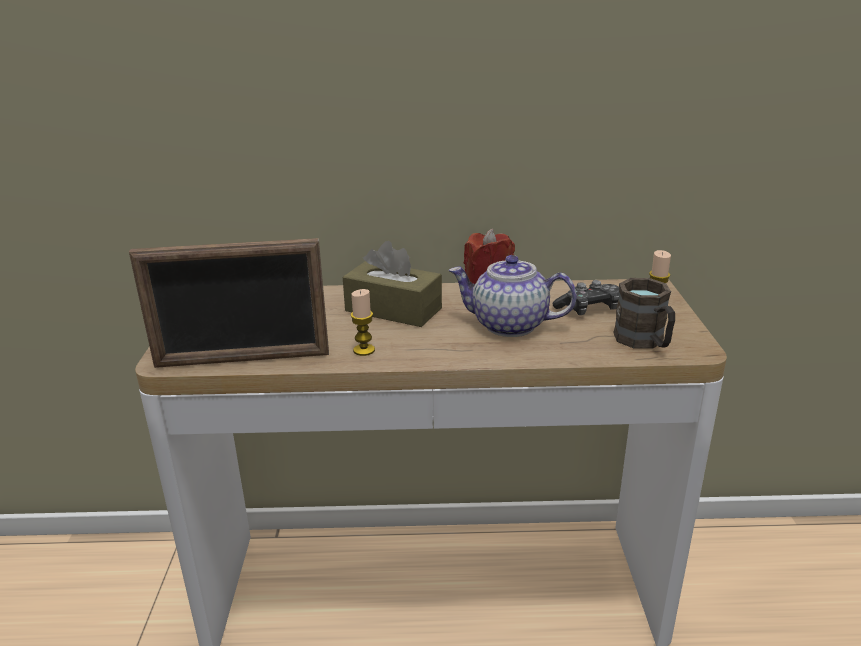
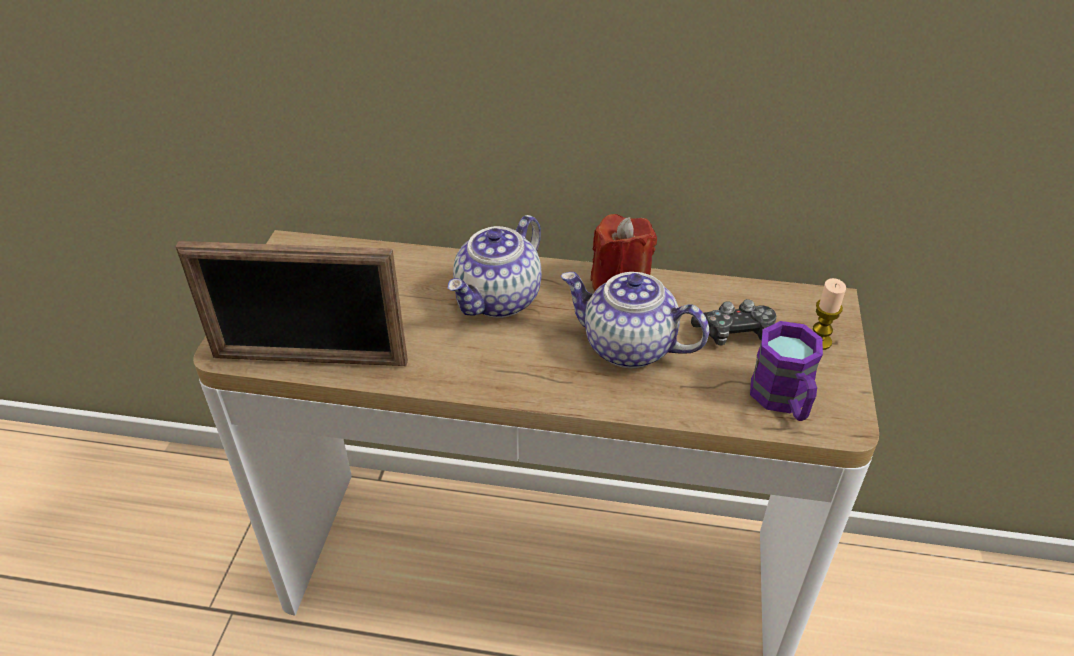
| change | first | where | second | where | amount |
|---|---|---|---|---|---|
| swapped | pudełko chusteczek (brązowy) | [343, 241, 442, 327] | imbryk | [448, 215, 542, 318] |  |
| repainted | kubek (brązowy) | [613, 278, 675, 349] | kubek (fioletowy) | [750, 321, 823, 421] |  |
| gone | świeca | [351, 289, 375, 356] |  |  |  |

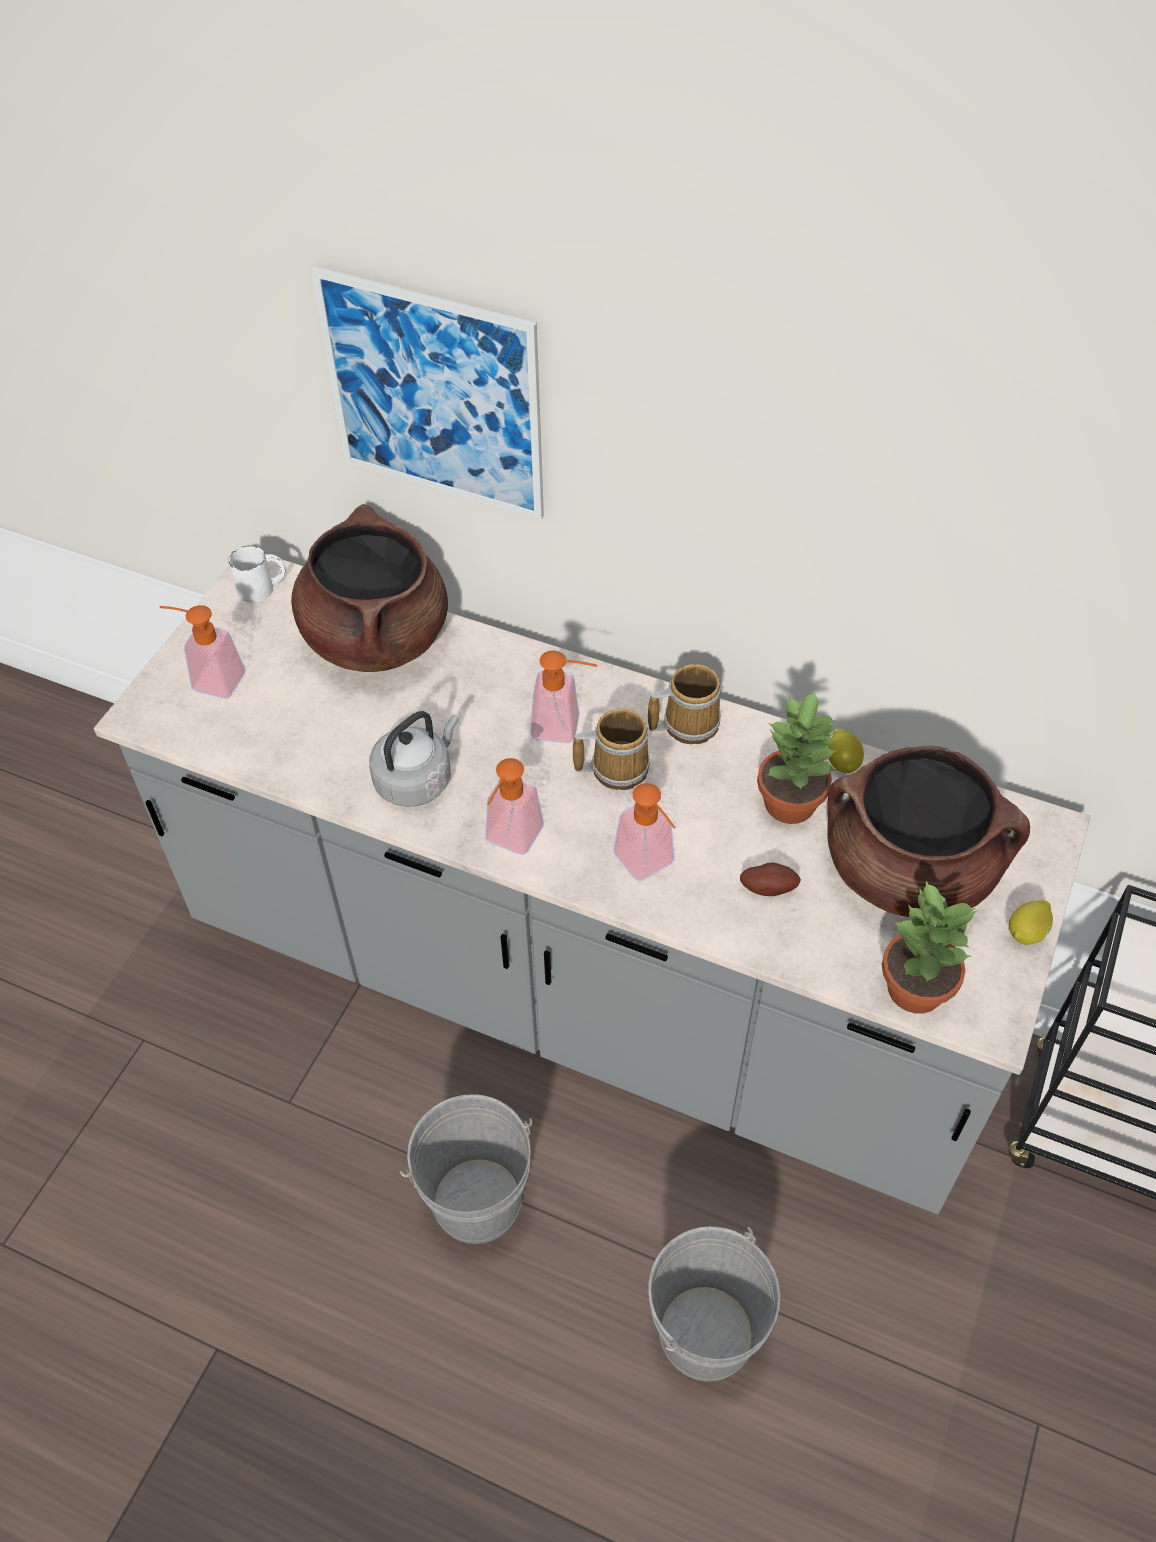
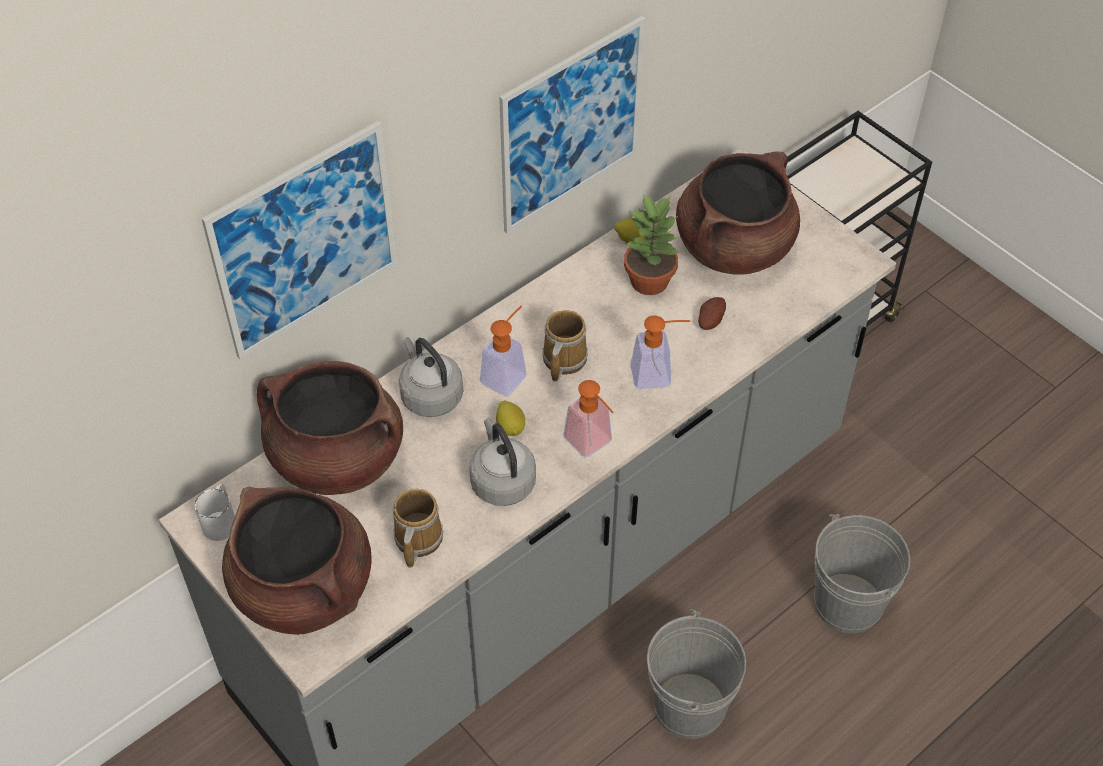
| change | first | where | second | where | amount |
|---|---|---|---|---|---|
| swapped | dozownik mydła | [159, 605, 245, 699] | garnek (brązowy) | [222, 487, 372, 635] |  |
| shifted | kubek | [648, 664, 721, 744] |  | [393, 489, 444, 568] |  |
| gone | roślina doniczkowa | [882, 881, 978, 1013] |  |  |  |
| shifted | cytryna | [1009, 900, 1053, 945] |  | [496, 400, 525, 436] |  |
| new |  |  | obraz | [499, 16, 645, 233] |  |
| new |  |  | czajnik (szary) | [399, 337, 463, 417] |  |

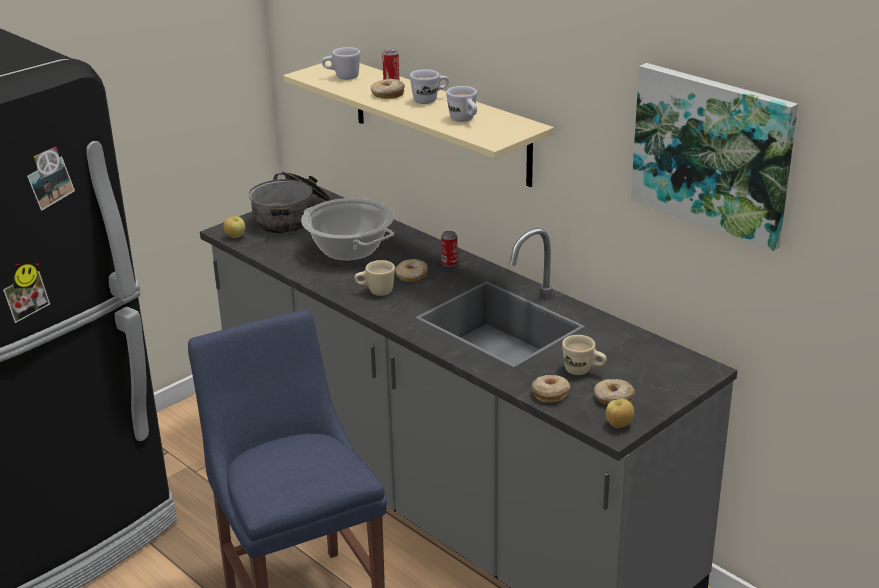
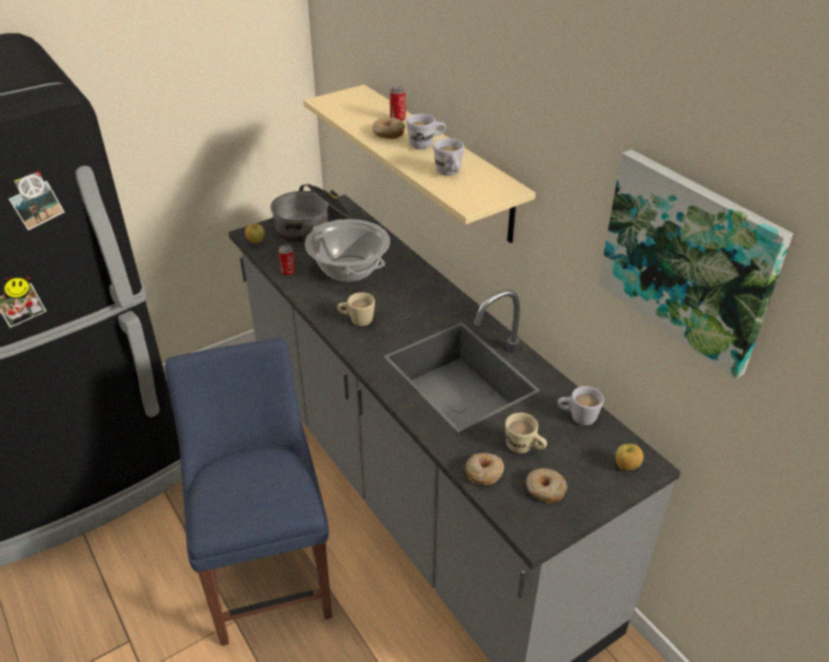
| change | first | where | second | where | amount |
|---|---|---|---|---|---|
| shifted | kubek (biały) | [322, 47, 360, 80] |  | [558, 386, 604, 425] |  |
| shifted | puszka | [441, 231, 458, 267] |  | [278, 244, 296, 276] |  |
| gone | donut | [395, 259, 428, 282] |  |  |  |
| shifted | jabłko | [606, 399, 634, 428] |  | [615, 444, 644, 471] |  |

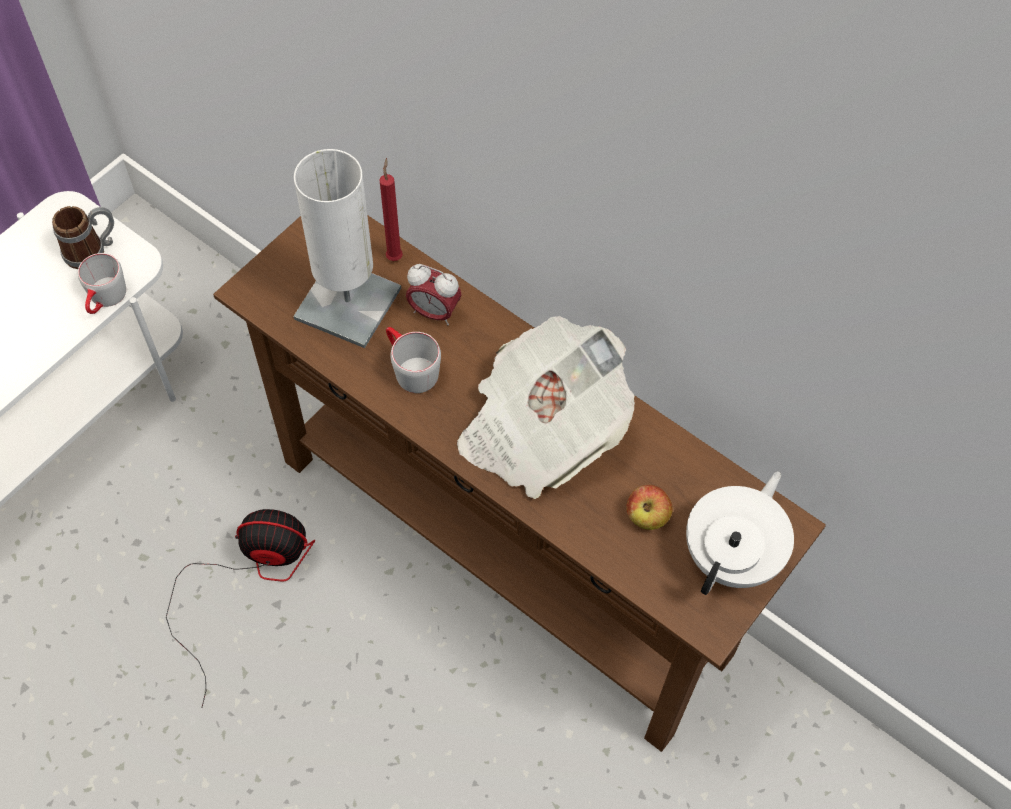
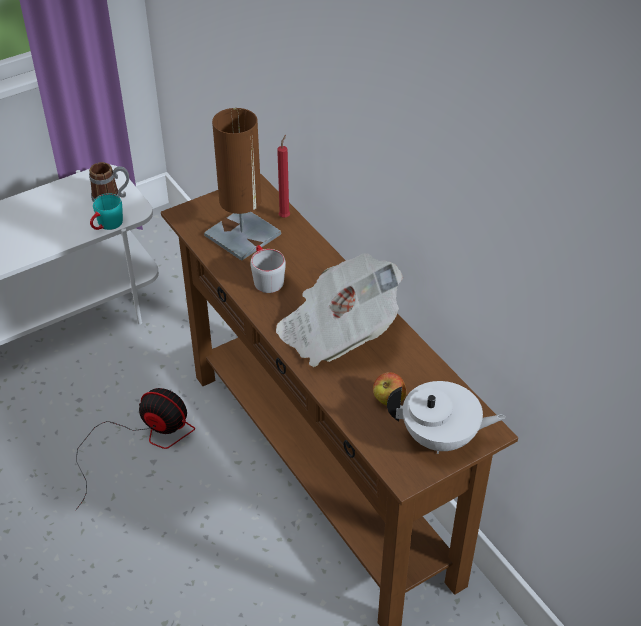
| change | first | where | second | where | amount |
|---|---|---|---|---|---|
| repainted | lampa stołowa (biały) | [294, 149, 401, 348] | lampa stołowa (brązowy) | [204, 108, 281, 261] |  |
| repainted | kubek (szary) | [78, 253, 126, 314] | kubek (turkusowy) | [90, 193, 123, 230] |  |
| gone | budzik | [406, 264, 462, 326] |  |  |  |
| rotated | imbryk (biały) | [686, 471, 794, 595] |  | [387, 381, 506, 454] | 45 degrees clockwise |

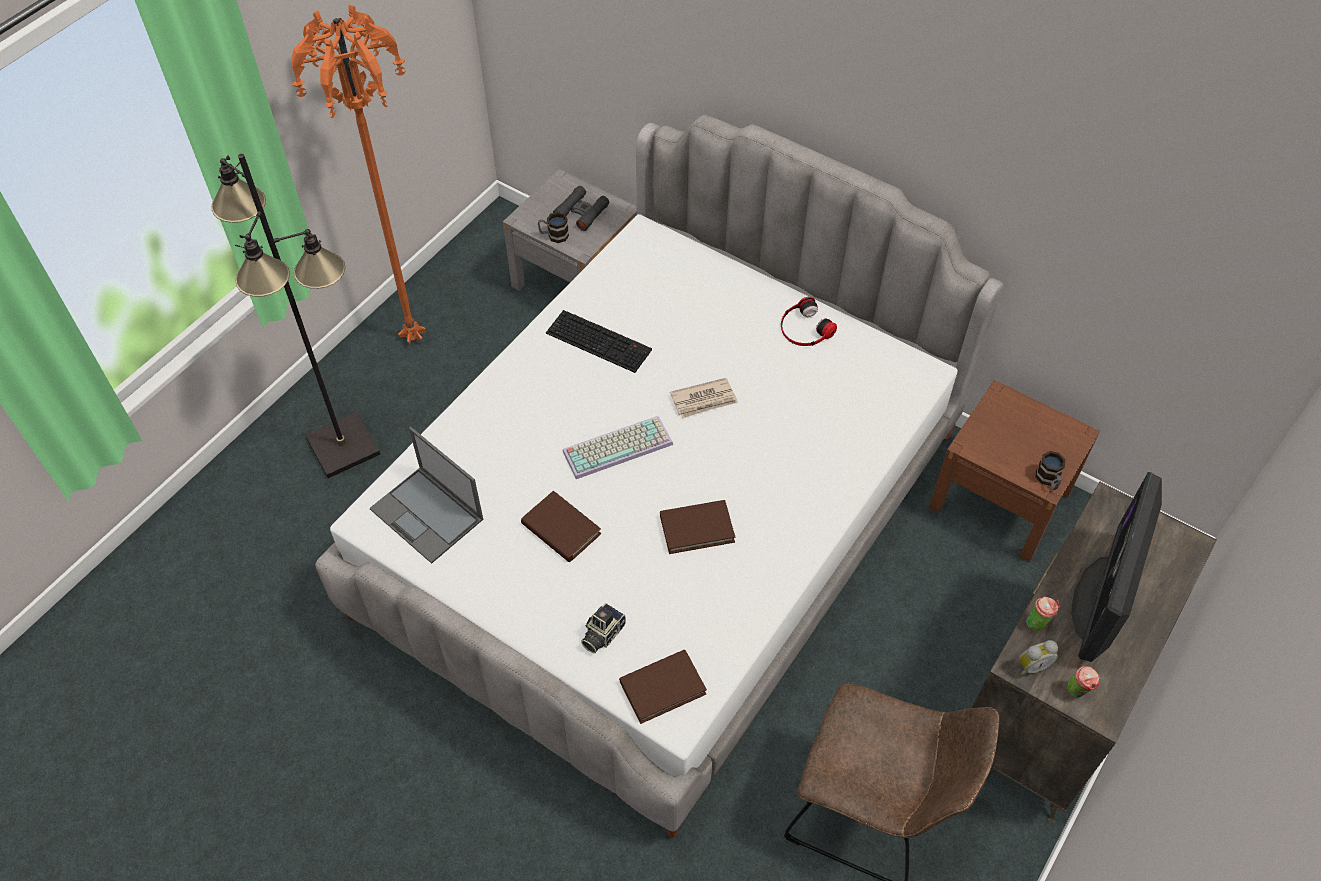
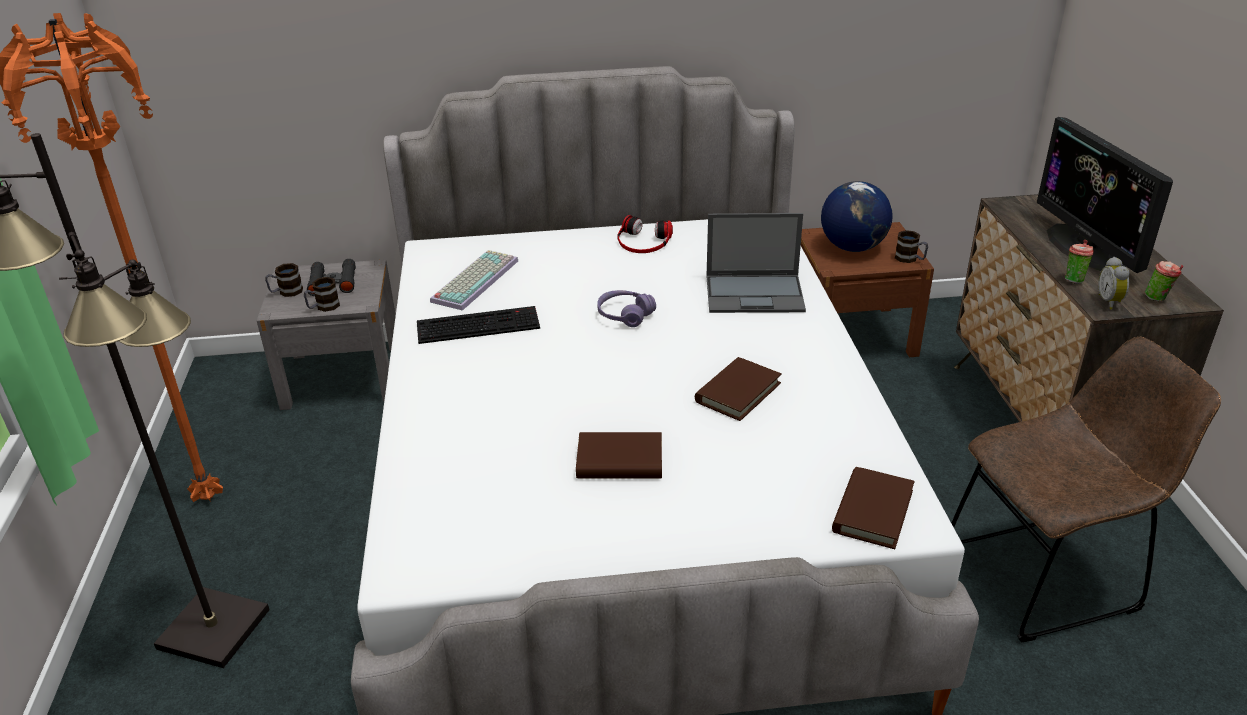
| change | first | where | second | where | amount |
|---|---|---|---|---|---|
| swapped | gazeta | [670, 378, 738, 418] | słuchawki (fioletowy) | [597, 290, 656, 327] |  |
| shifted | klawiatura | [563, 416, 673, 479] |  | [430, 250, 518, 311] |  |
| shifted | laptop | [370, 427, 483, 564] |  | [706, 213, 806, 313] |  |
| gone | aparat fotograficzny | [581, 603, 626, 653] |  |  |  |
| rotated | budzik | [1019, 640, 1058, 675] |  | [1098, 257, 1130, 310] | 150 degrees clockwise |
| new |  |  | globus | [821, 181, 892, 252] |  |
| new |  |  | kubek | [265, 263, 303, 297] |  |

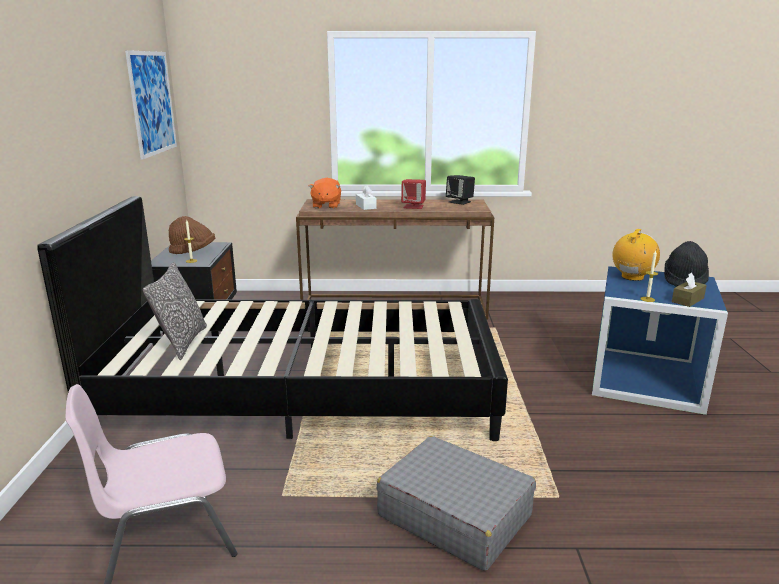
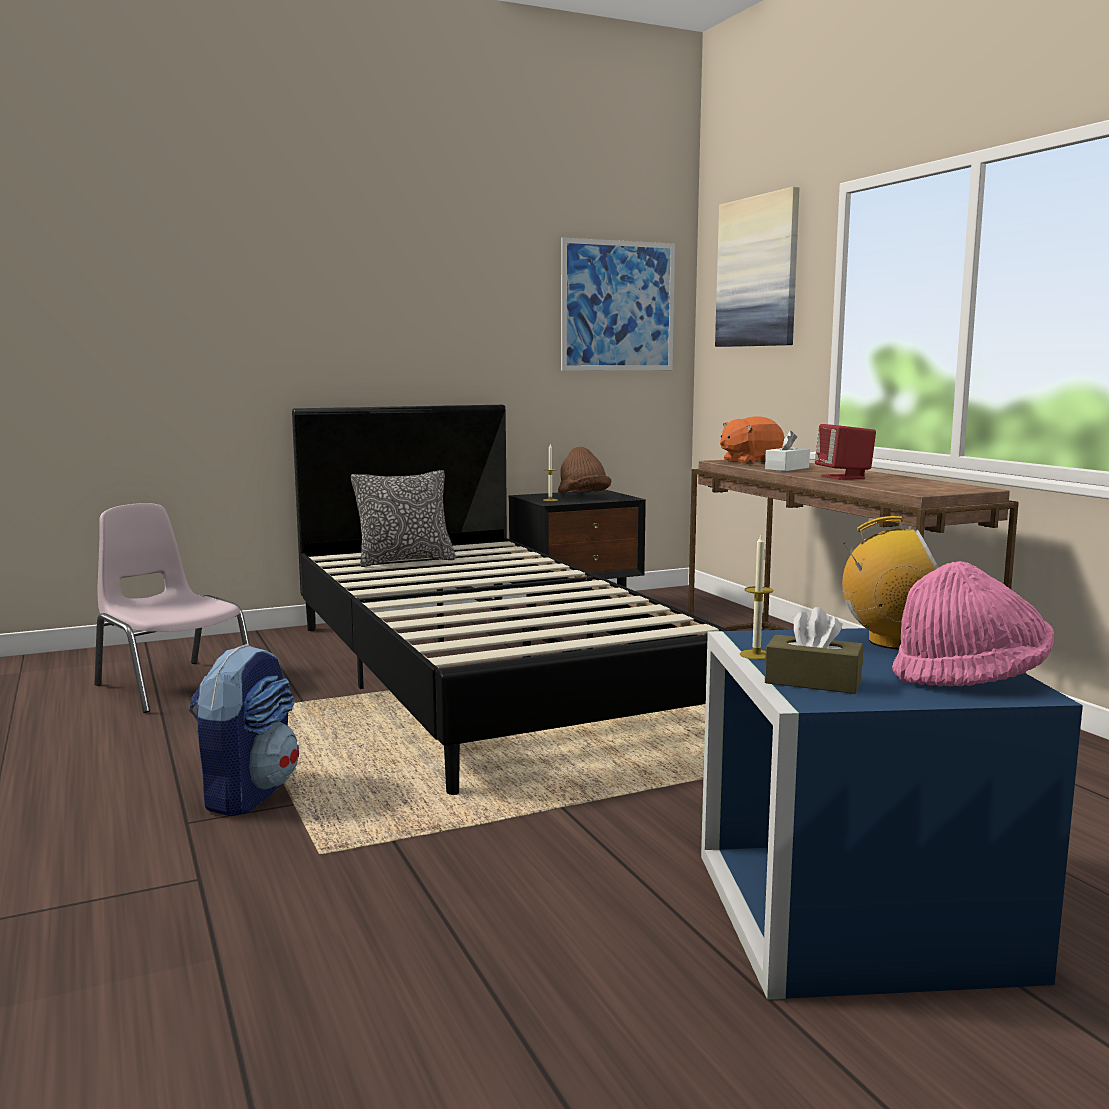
| change | first | where | second | where | amount |
|---|---|---|---|---|---|
| gone | głośnik (czarny) | [446, 175, 475, 205] |  |  |  |
| repainted | kapelusz (czarny) | [664, 241, 709, 286] | kapelusz (różowy) | [892, 561, 1054, 687] |  |
| swapped | walizka (szary) | [377, 436, 536, 571] | plecak | [189, 644, 299, 816] |  |
| new |  |  | obraz | [715, 187, 800, 347] |  |

